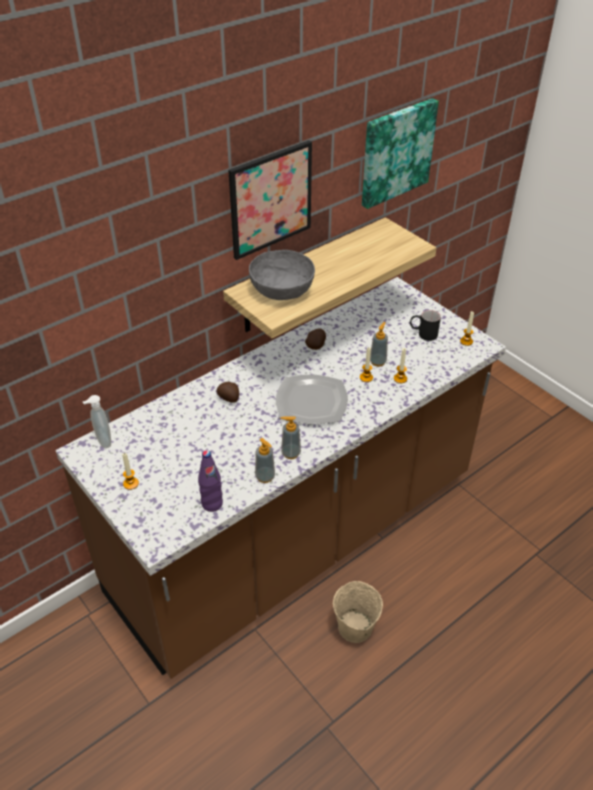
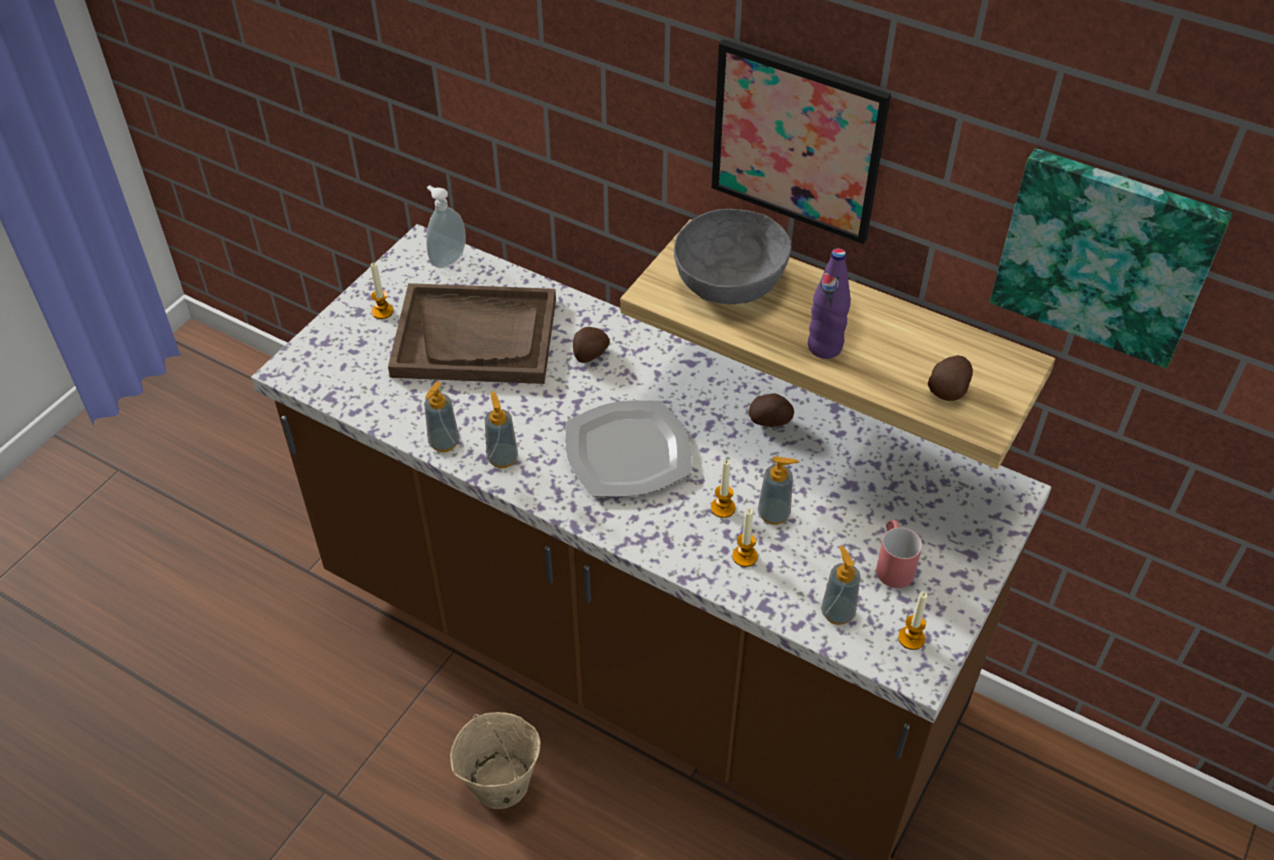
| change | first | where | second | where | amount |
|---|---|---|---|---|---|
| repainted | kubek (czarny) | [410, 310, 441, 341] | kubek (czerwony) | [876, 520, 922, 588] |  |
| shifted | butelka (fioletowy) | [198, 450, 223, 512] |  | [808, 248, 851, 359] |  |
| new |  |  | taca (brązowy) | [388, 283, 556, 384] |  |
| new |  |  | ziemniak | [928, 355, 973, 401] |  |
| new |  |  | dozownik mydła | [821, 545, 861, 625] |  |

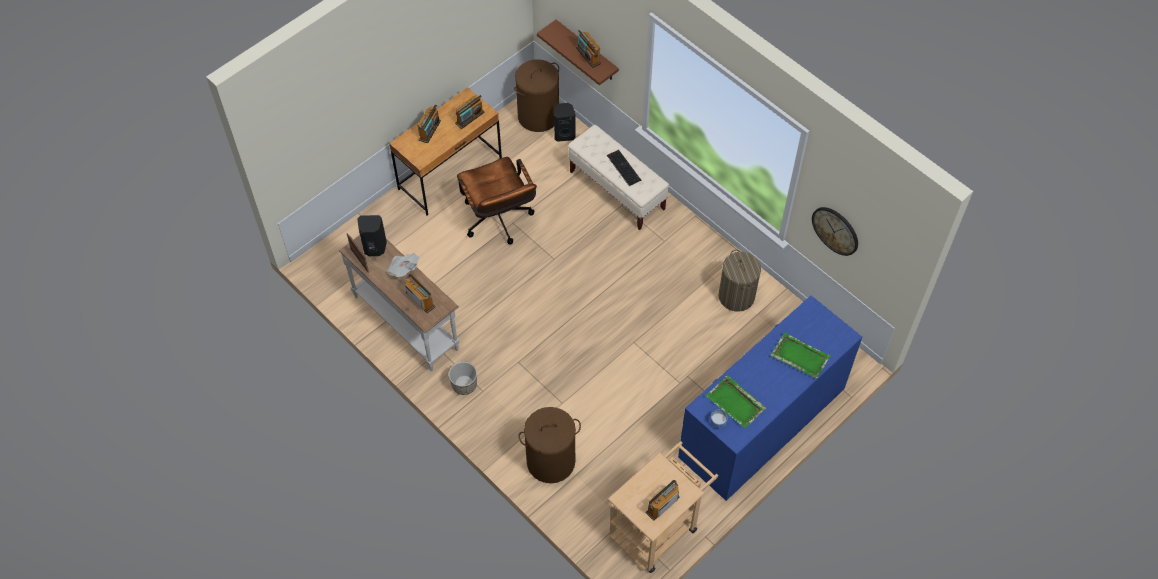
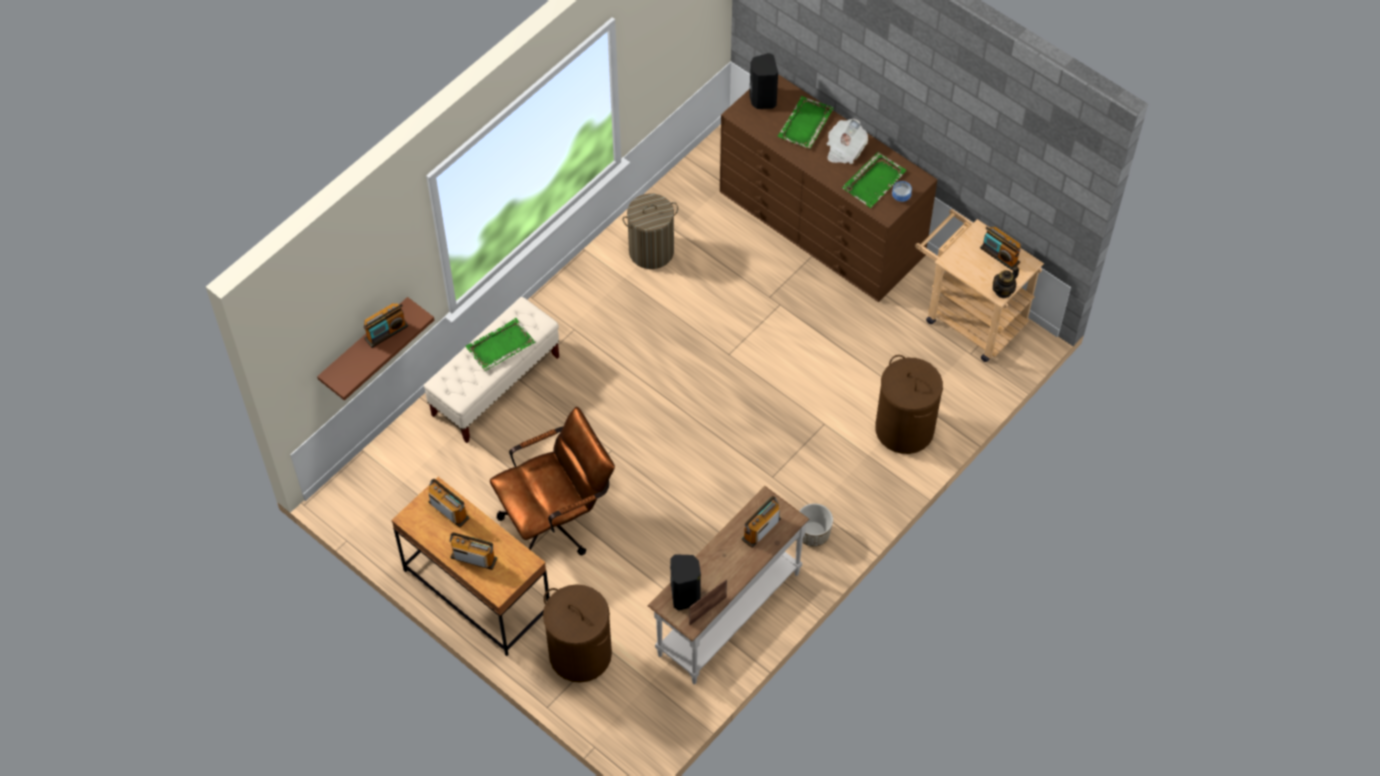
| change | first | where | second | where | amount |
|---|---|---|---|---|---|
| shifted | kosz na pranie (brązowy) | [514, 59, 559, 132] |  | [543, 584, 612, 683] |  |
| shifted | głośnik (czarny) | [554, 103, 575, 142] |  | [749, 53, 778, 109] |  |
| swapped | klawiatura | [607, 150, 641, 186] | taca (zielony) | [465, 318, 535, 371] |  |
| gone | zegar ścienny | [812, 207, 858, 256] |  |  |  |
| shifted | gazeta | [386, 253, 419, 277] |  | [827, 119, 868, 164] |  |
| repainted | komoda (niebieski) | [678, 296, 862, 501] | komoda (brązowy) | [720, 74, 938, 302] |  |
| new |  |  | imbryk | [992, 266, 1019, 299] |  |

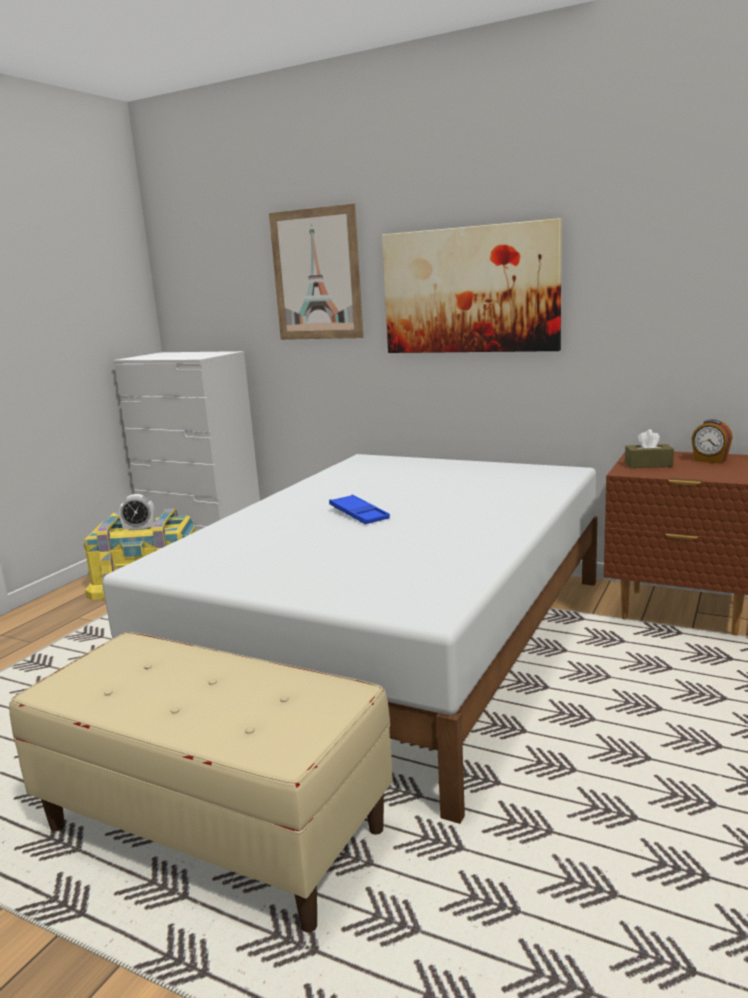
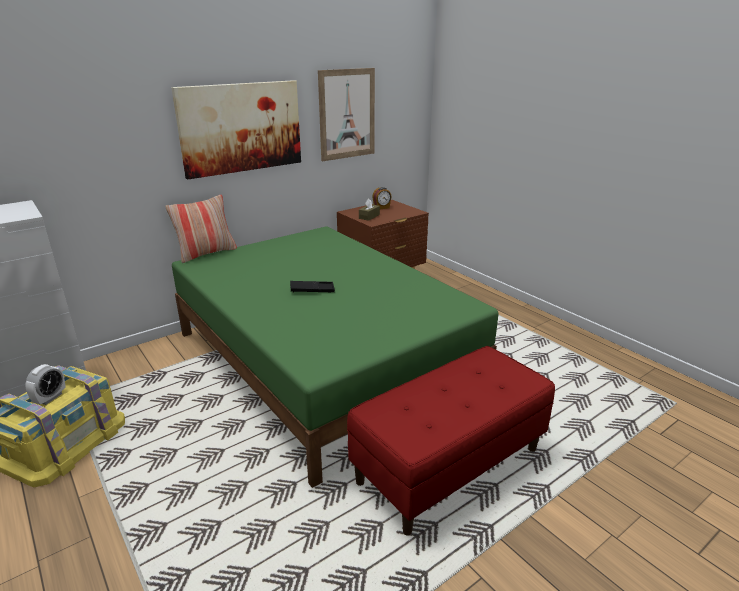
| change | first | where | second | where | amount |
|---|---|---|---|---|---|
| shifted | obraz | [269, 204, 364, 340] |  | [318, 68, 375, 161] |  |
| repainted | łóżko (biały) | [103, 454, 598, 824] | łóżko (zielony) | [172, 226, 499, 488] |  |
| repainted | taca (niebieski) | [329, 494, 390, 524] | taca (czarny) | [290, 281, 335, 293] |  |
| repainted | ławka (beżowy) | [9, 632, 393, 933] | ławka (czerwony) | [347, 346, 555, 536] |  |
| new |  |  | poduszka | [165, 195, 237, 263] |  |

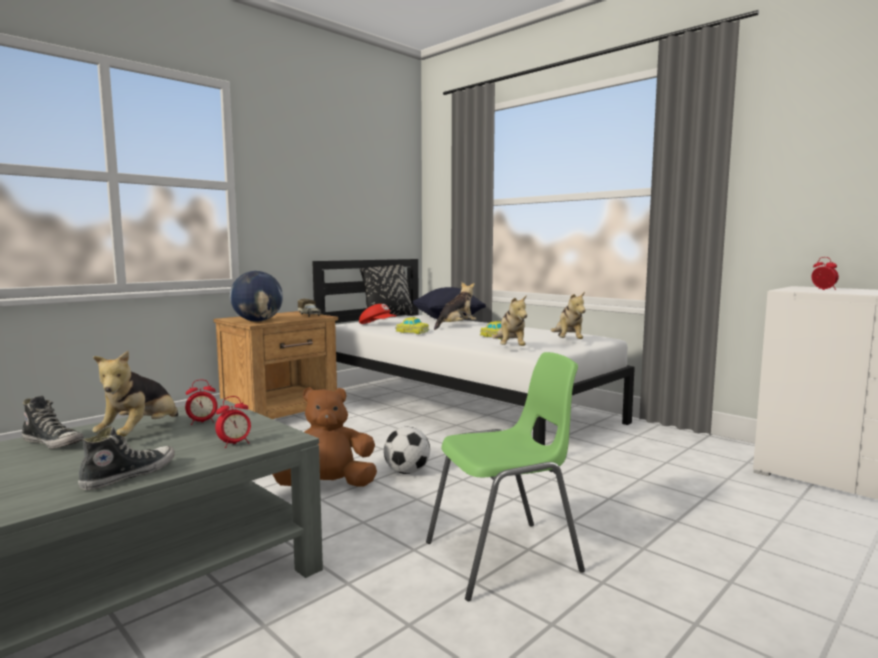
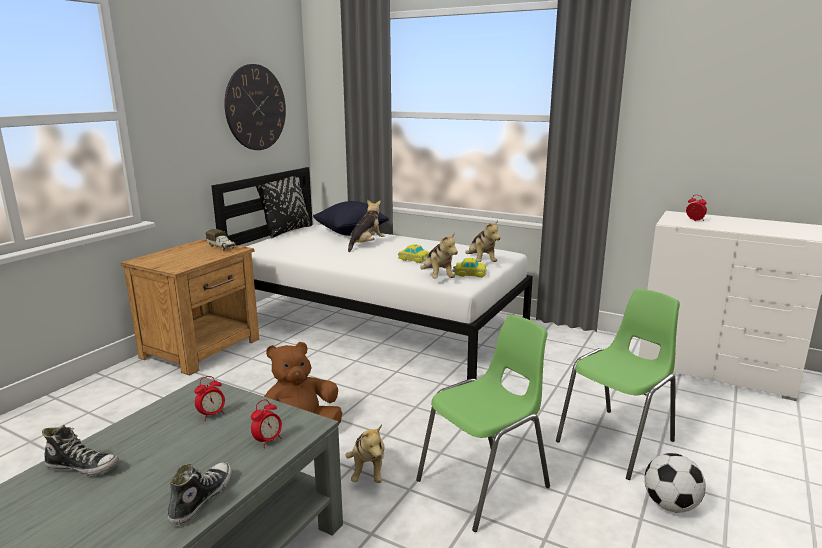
| change | first | where | second | where | amount |
|---|---|---|---|---|---|
| gone | globus | [230, 271, 283, 322] |  |  |  |
| gone | czapka z daszkiem (czerwony) | [359, 304, 396, 324] |  |  |  |
| shifted | samochodzik | [395, 317, 429, 334] |  | [452, 258, 487, 278] |  |
| shifted | pluszak | [92, 351, 178, 437] |  | [346, 424, 385, 483] |  |
| shifted | piłka futbolowa | [384, 427, 430, 474] |  | [644, 453, 706, 513] |  |
| new |  |  | zegar ścienny | [224, 64, 286, 150] |  |
| new |  |  | krzesło (zielony) | [556, 289, 680, 480] |  |

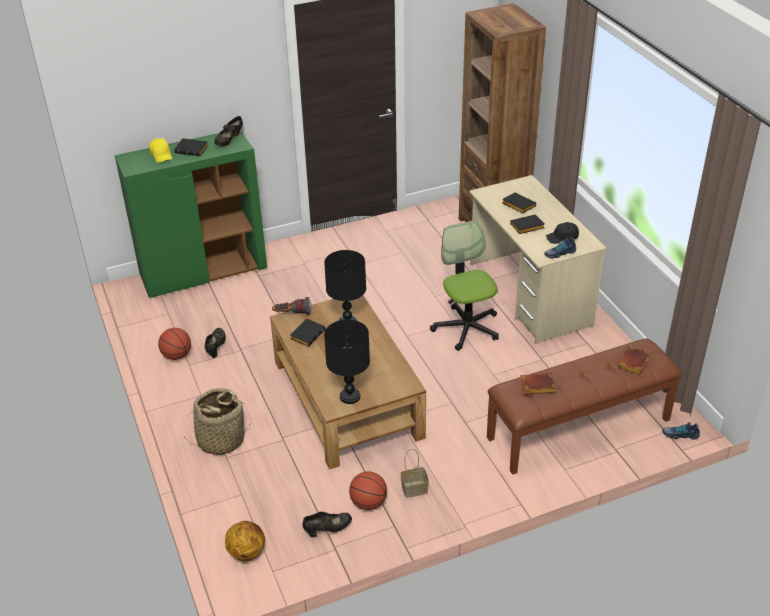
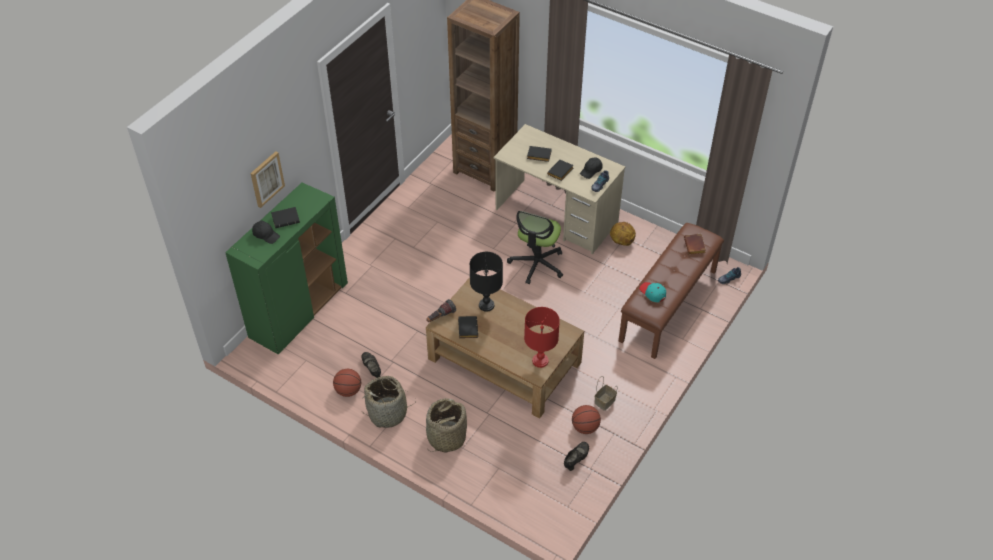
| change | first | where | second | where | amount |
|---|---|---|---|---|---|
| gone | but (czarny) | [214, 116, 243, 146] |  |  |  |
| repainted | czapka z daszkiem (żółty) | [149, 138, 172, 163] | czapka z daszkiem (czarny) | [252, 221, 280, 244] |  |
| rotated | krzesło biurowe | [430, 221, 499, 351] |  | [507, 211, 563, 284] | 105 degrees counterclockwise |
| repainted | lampa stołowa (czarny) | [324, 319, 370, 404] | lampa stołowa (czerwony) | [524, 307, 560, 368] |  |
| swapped | książka (brązowy) | [520, 373, 557, 394] | czapka z daszkiem (turkusowy) | [639, 282, 666, 302] |  |
| shifted | piłka do koszykówki | [225, 521, 265, 562] |  | [610, 222, 636, 246] |  |
| new |  |  | obraz | [250, 151, 285, 208] |  |
| new |  |  | koszyk | [364, 376, 415, 428] |  |

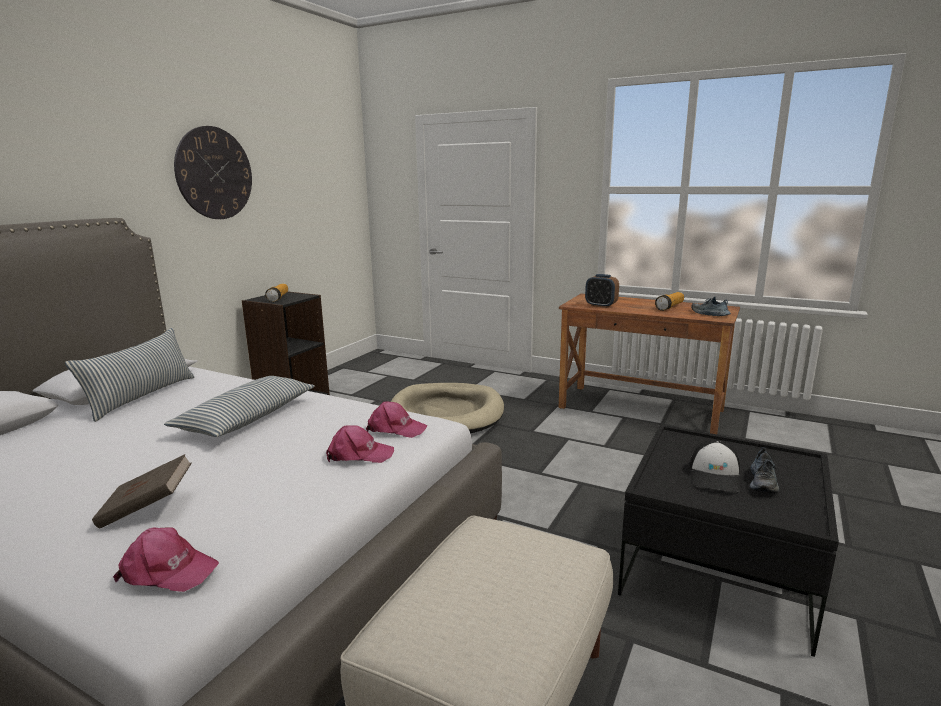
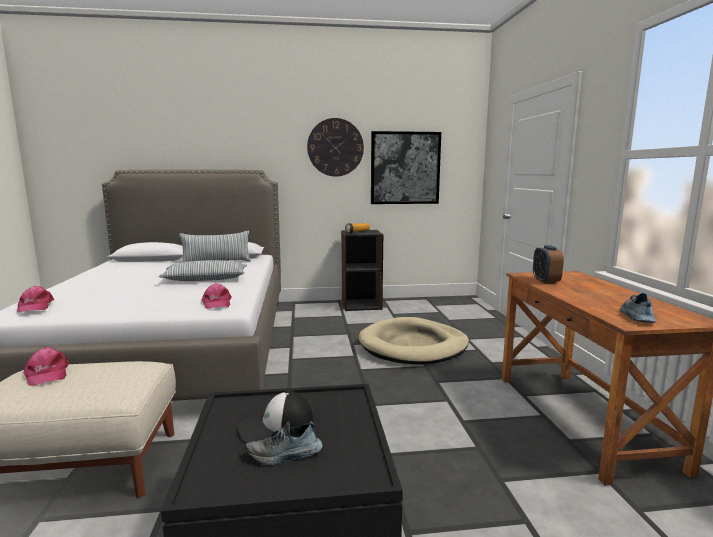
| change | first | where | second | where | amount |
|---|---|---|---|---|---|
| gone | latarka | [655, 292, 684, 311] |  |  |  |
| shifted | czapka z daszkiem (różowy) | [326, 425, 394, 463] |  | [23, 347, 70, 386] |  |
| gone | książka (brązowy) | [92, 454, 192, 529] |  |  |  |
| new |  |  | obraz | [371, 131, 441, 204] |  |

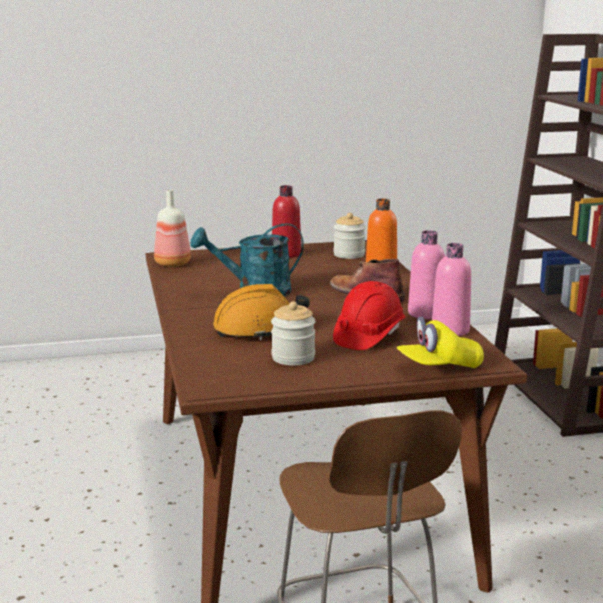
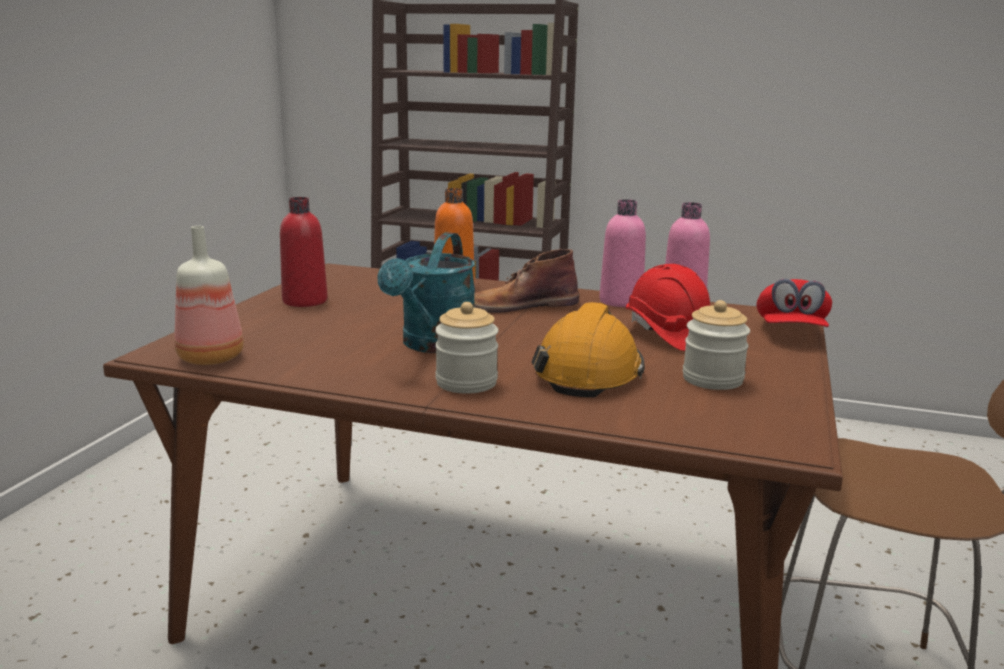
| change | first | where | second | where | amount |
|---|---|---|---|---|---|
| shifted | słoik | [333, 213, 366, 259] |  | [435, 302, 499, 394] |  |
| repainted | czapka z daszkiem (żółty) | [397, 316, 484, 368] | czapka z daszkiem (czerwony) | [756, 279, 832, 327] |  |

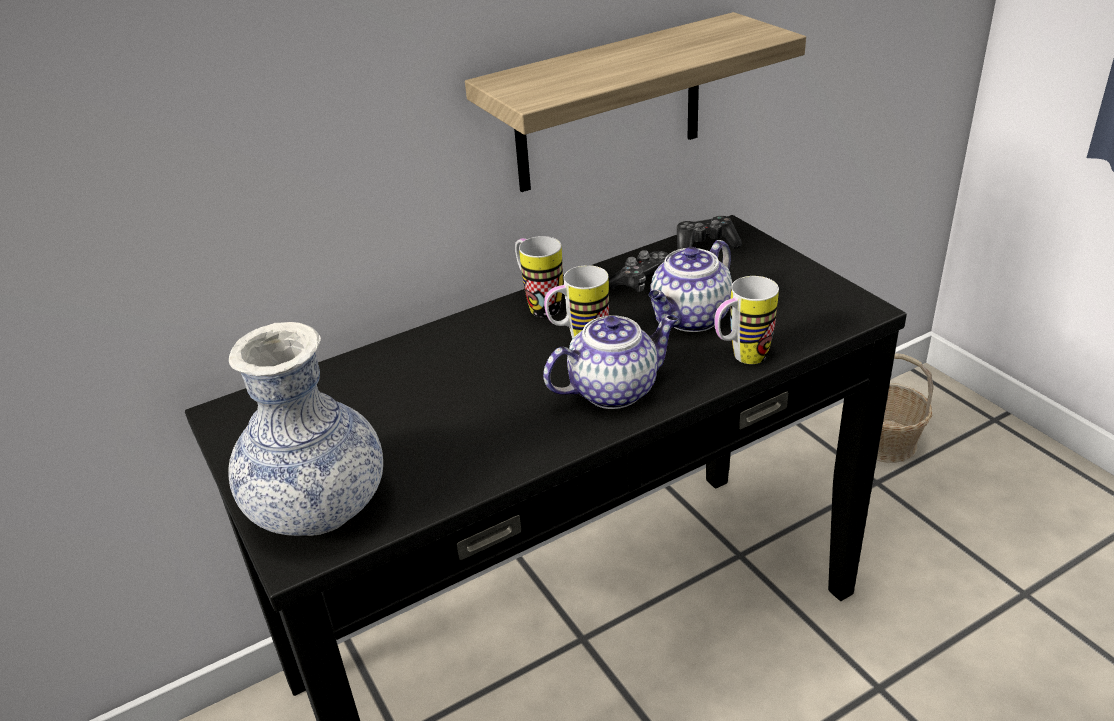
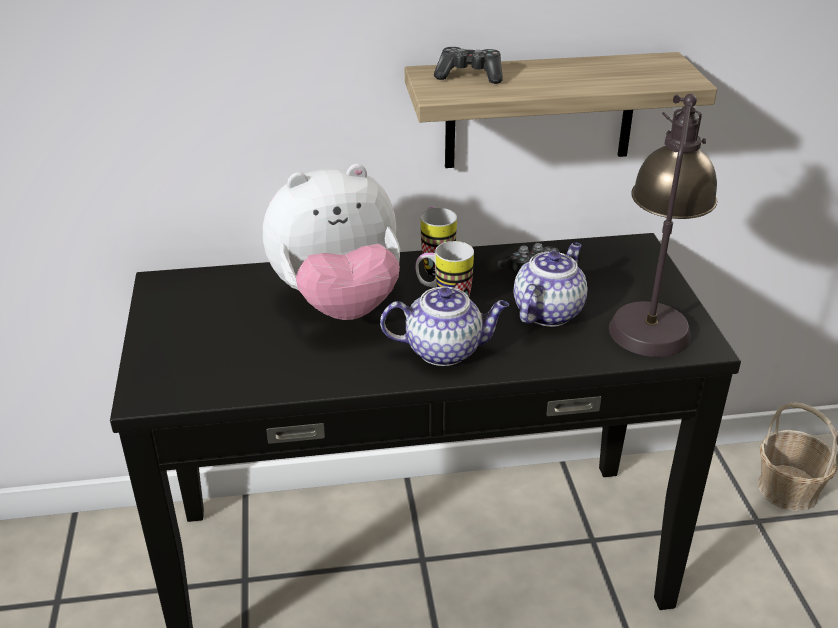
| change | first | where | second | where | amount |
|---|---|---|---|---|---|
| shifted | pad do gier | [677, 216, 742, 250] |  | [434, 47, 503, 84] |  |
| rotated | imbryk | [649, 240, 732, 332] |  | [514, 242, 588, 327] | 150 degrees clockwise |
| gone | kubek | [714, 276, 779, 364] |  |  |  |
| gone | wazon | [229, 322, 383, 536] |  |  |  |
| new |  |  | lampa stołowa | [609, 94, 717, 357] |  |
| new |  |  | pluszak | [263, 164, 400, 320] |  |

